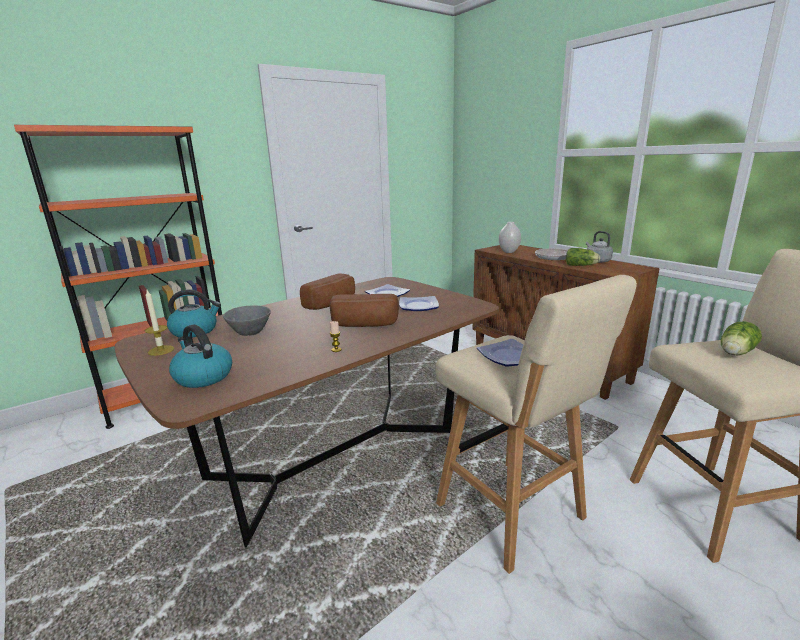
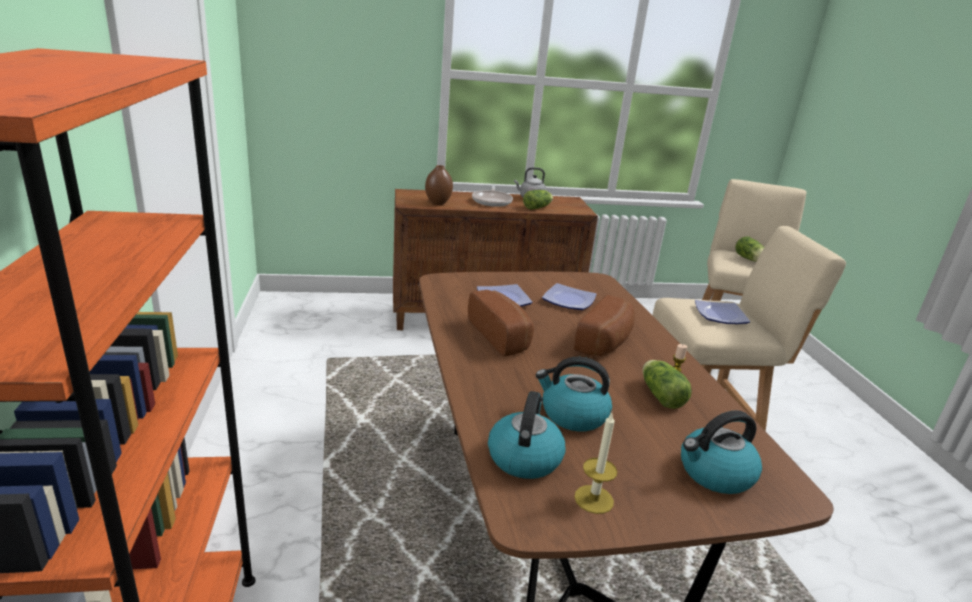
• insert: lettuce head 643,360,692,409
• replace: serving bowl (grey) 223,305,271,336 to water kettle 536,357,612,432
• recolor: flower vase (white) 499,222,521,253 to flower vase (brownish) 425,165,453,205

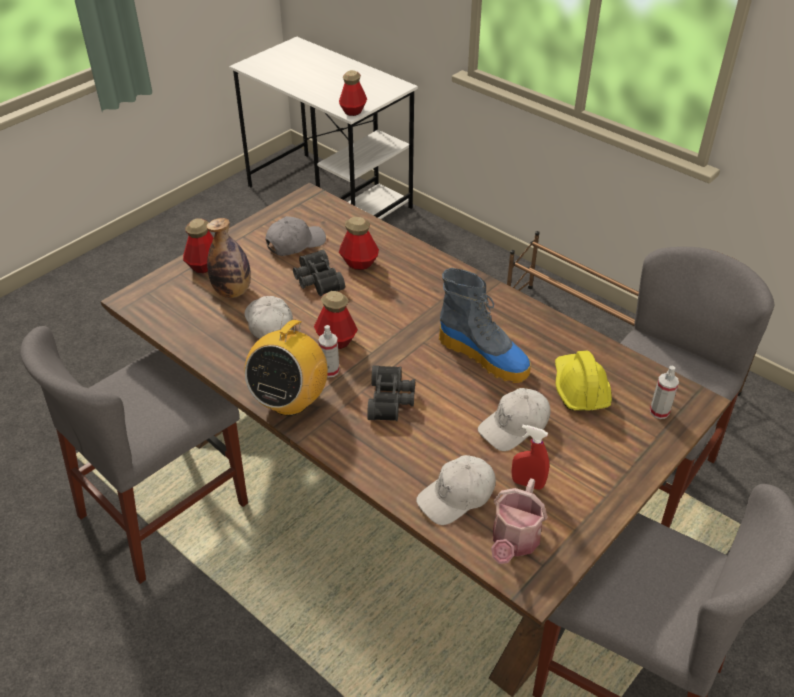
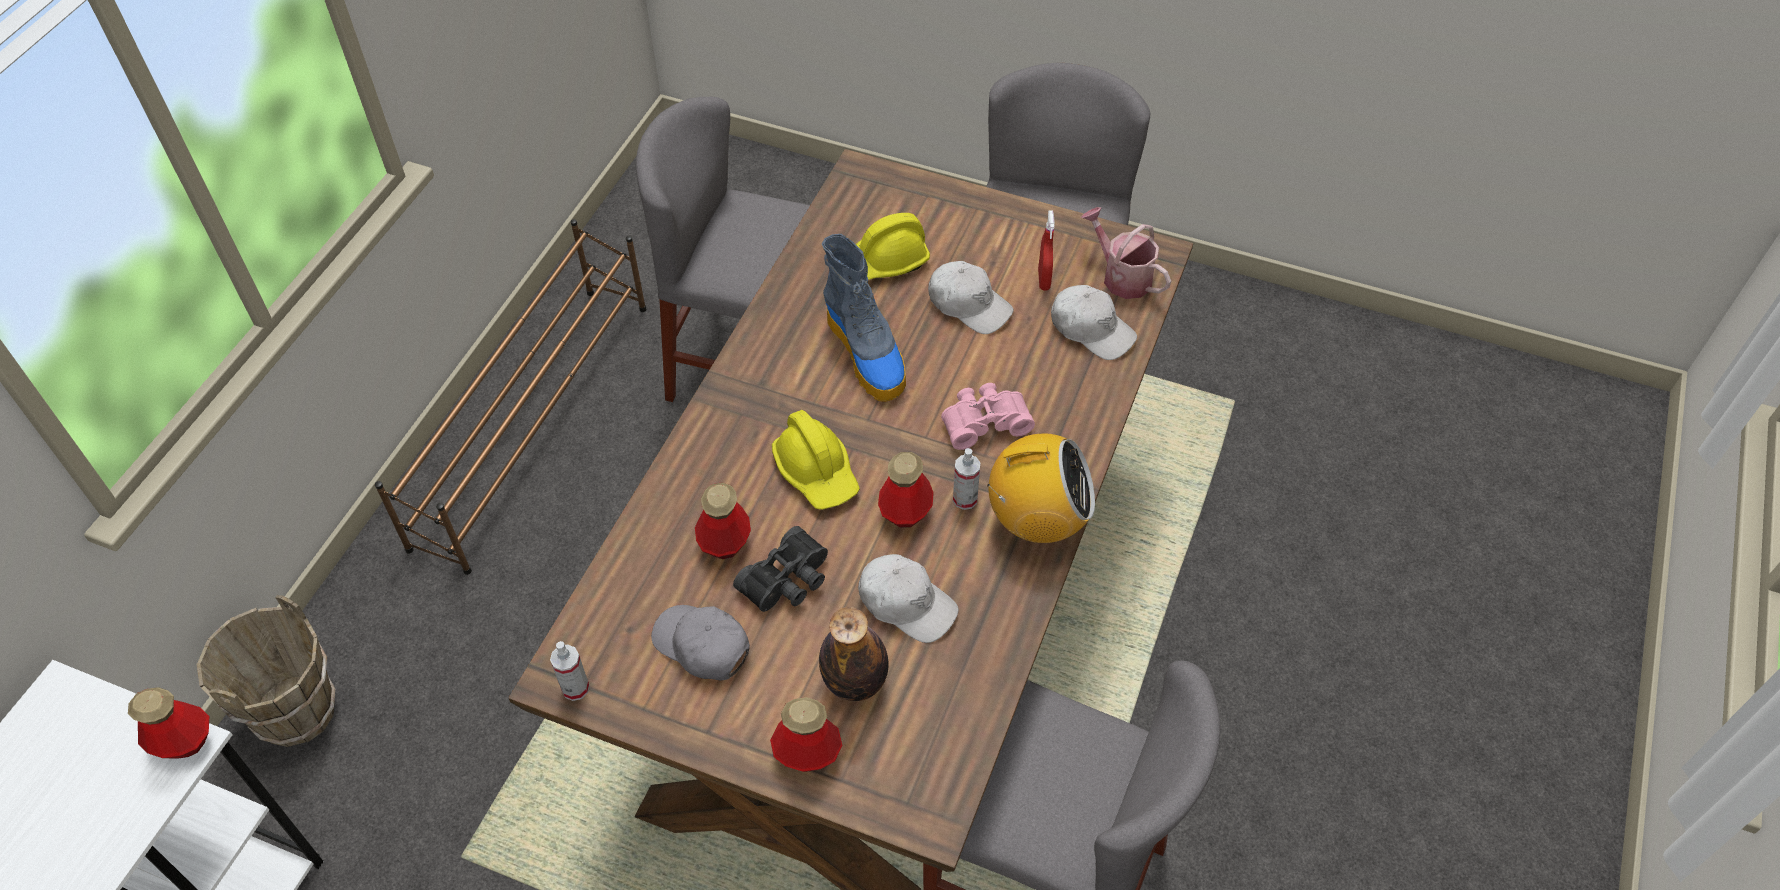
• insert: water bucket (brownish) 197,595,335,747
• insert: work helmet (yellow-coloured) 772,410,860,510
• move: sprayer 650,366,679,419 to 550,641,590,701
• recolor: field glasses (black) 367,365,415,421 to field glasses (pink-coloured) 941,383,1035,450
• rotate: cap (white) 244,296,293,339 = 858,554,959,643 105 degrees counterclockwise
• rotate: tall boot 439,268,531,383 = 822,234,906,402 135 degrees clockwise
• rotate: watering can 491,478,548,564 = 1081,207,1171,299 135 degrees counterclockwise

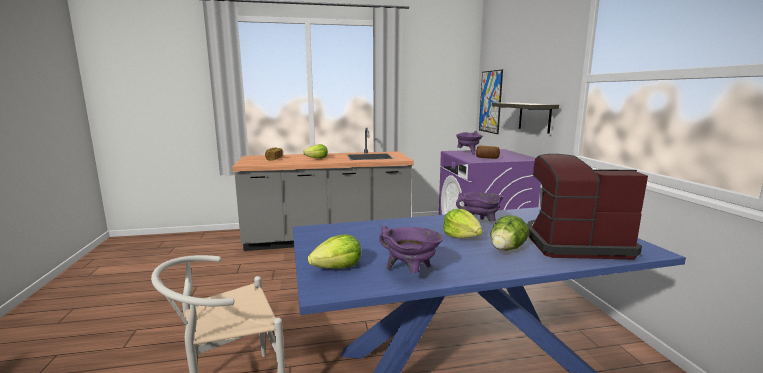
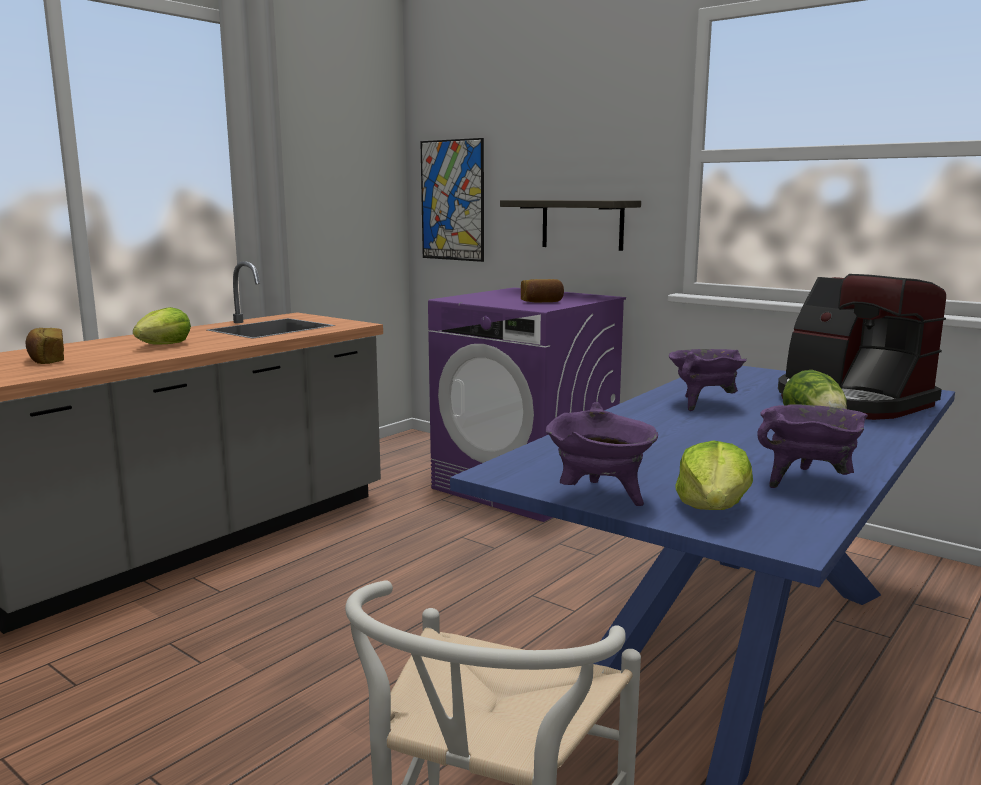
• delete: lettuce head 443,209,483,238
• move: saucepot (purple-coloured) 456,131,483,155 to 546,402,658,506
• rotate: coffee machine 527,154,648,260 = 778,274,946,420 90 degrees counterclockwise

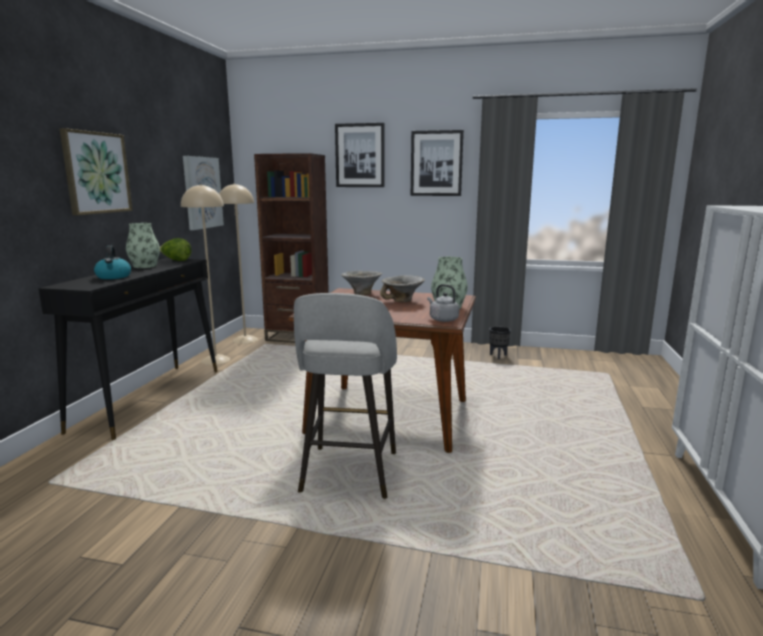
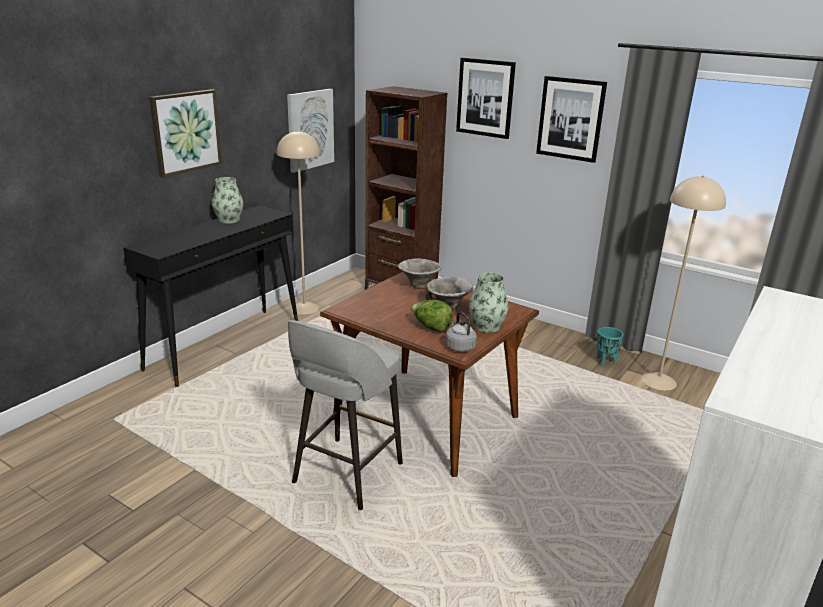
• delete: water kettle 94,245,131,279
• move: lettuce head 160,238,191,261 to 411,300,453,332
• move: standard lamp (sand-coloured) 219,183,258,344 to 641,176,726,391
• recolor: plant pot (black) 489,327,511,359 to plant pot (turquoise-coloured) 596,327,623,367

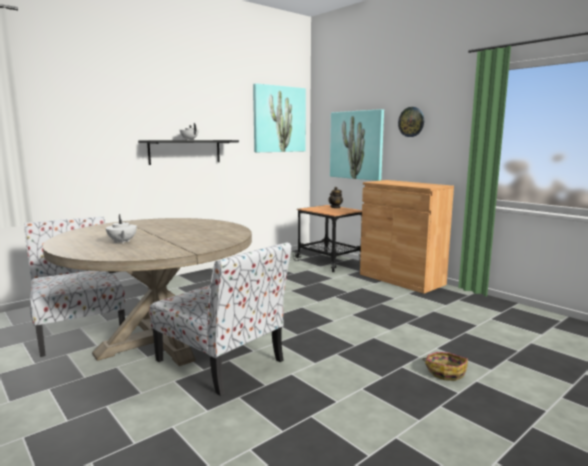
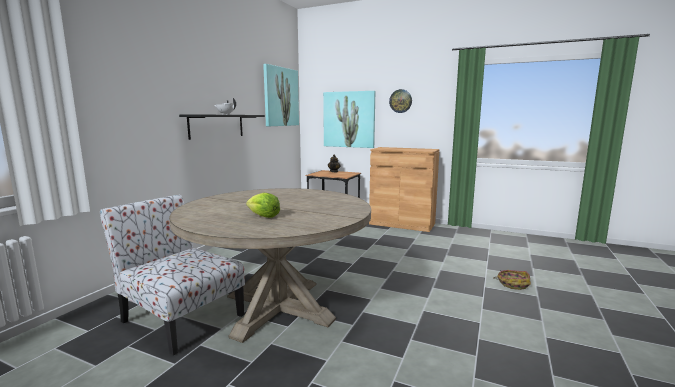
• delete: chair 149,242,292,396
• replace: tea pot (white) 106,214,137,244 to lettuce head 246,193,280,218

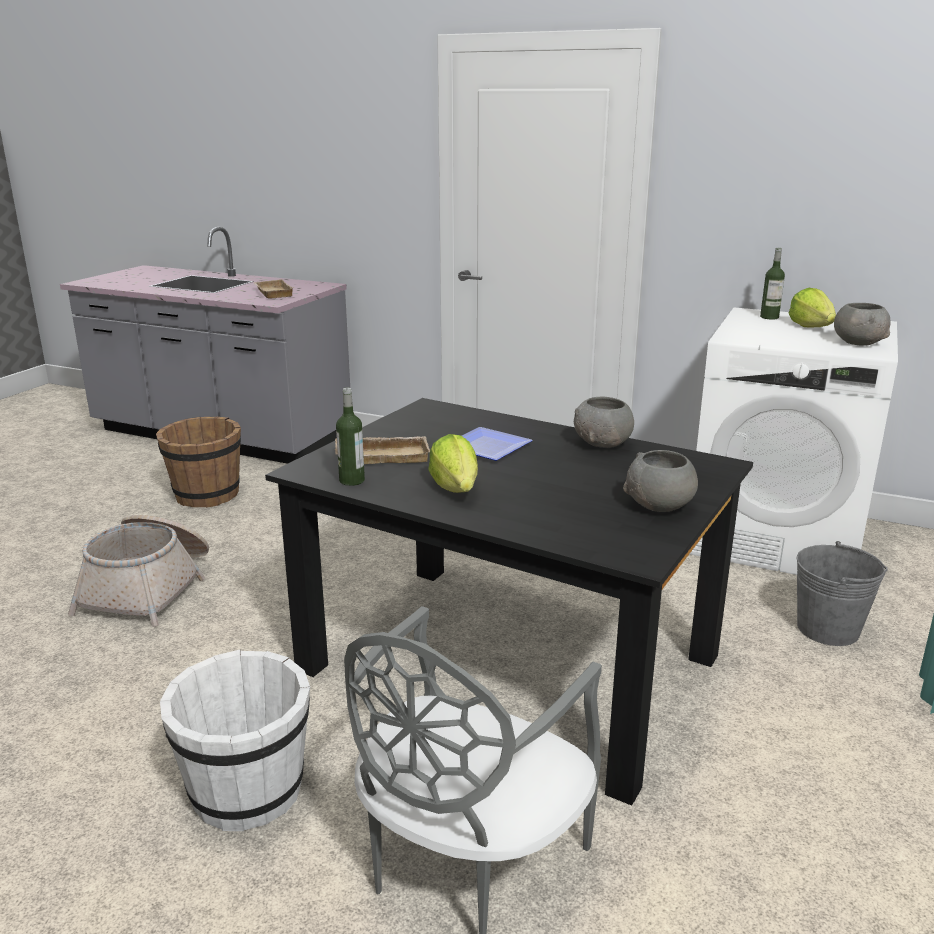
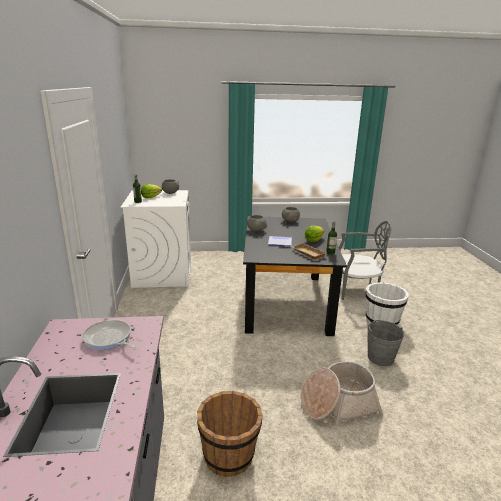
• move: water bucket (grey) 796,541,888,646 to 367,320,404,366
• replace: carrying tray (sand-coloured) 253,279,293,298 to skillet 82,320,138,350

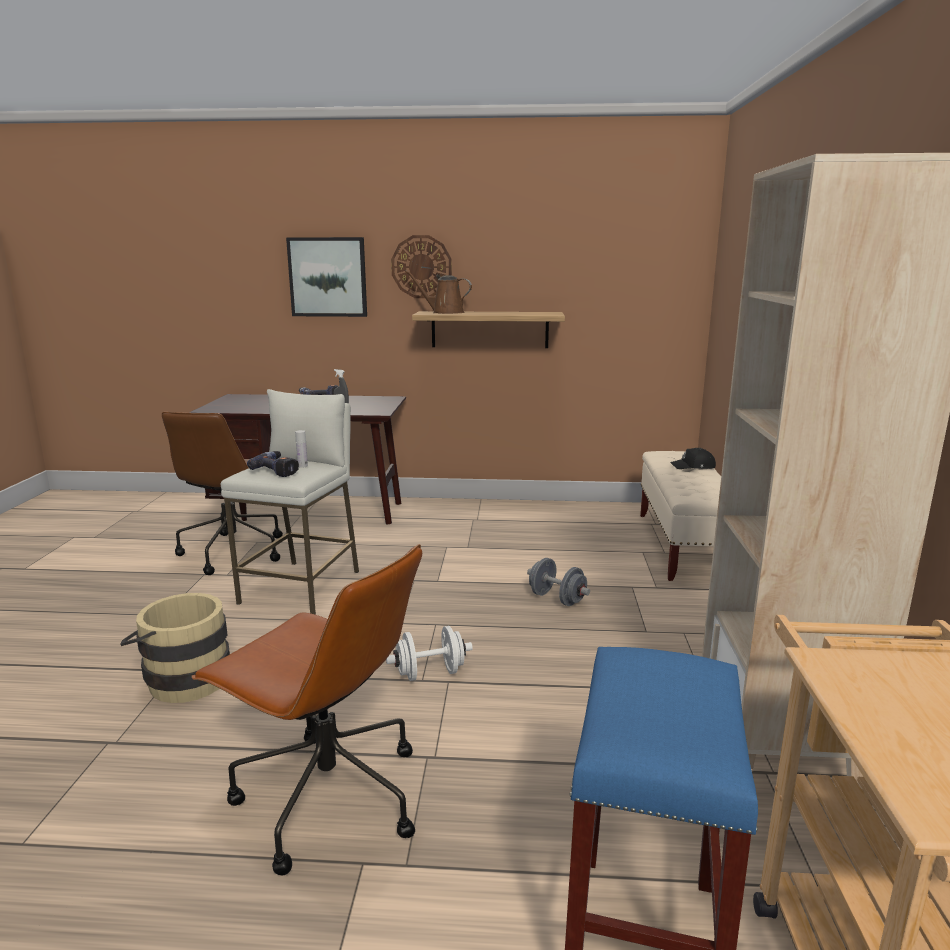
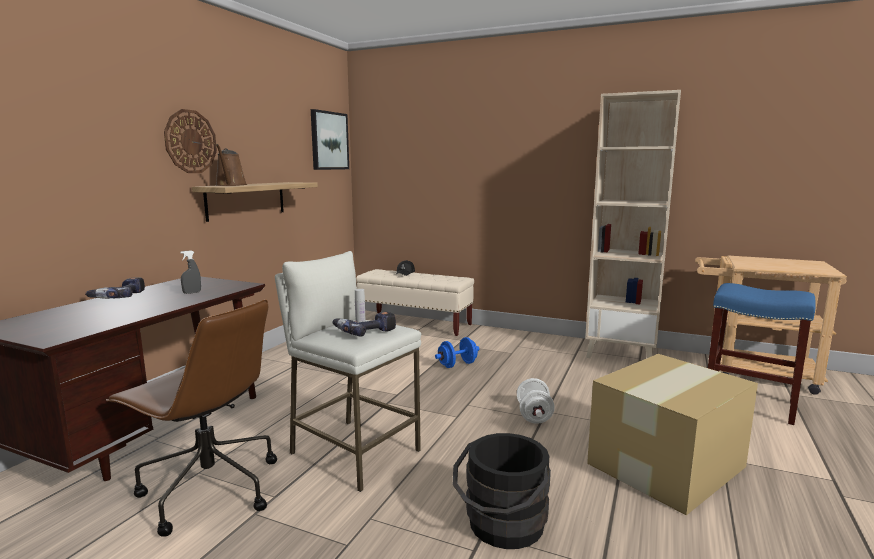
• move: picture 286,237,367,317 to 311,109,349,170
• replace: desk chair (brownish) 191,544,422,875 to packing box 587,354,758,515
• recolor: water bucket (sand-coloured) 120,593,230,703 to water bucket (black) 453,433,551,549
• recolor: dumbbell (grey) 527,558,590,606 to dumbbell (blue-coloured) 435,337,479,368
• rotate: watering can (brownish) 405,271,472,314 = 215,144,247,186 45 degrees counterclockwise

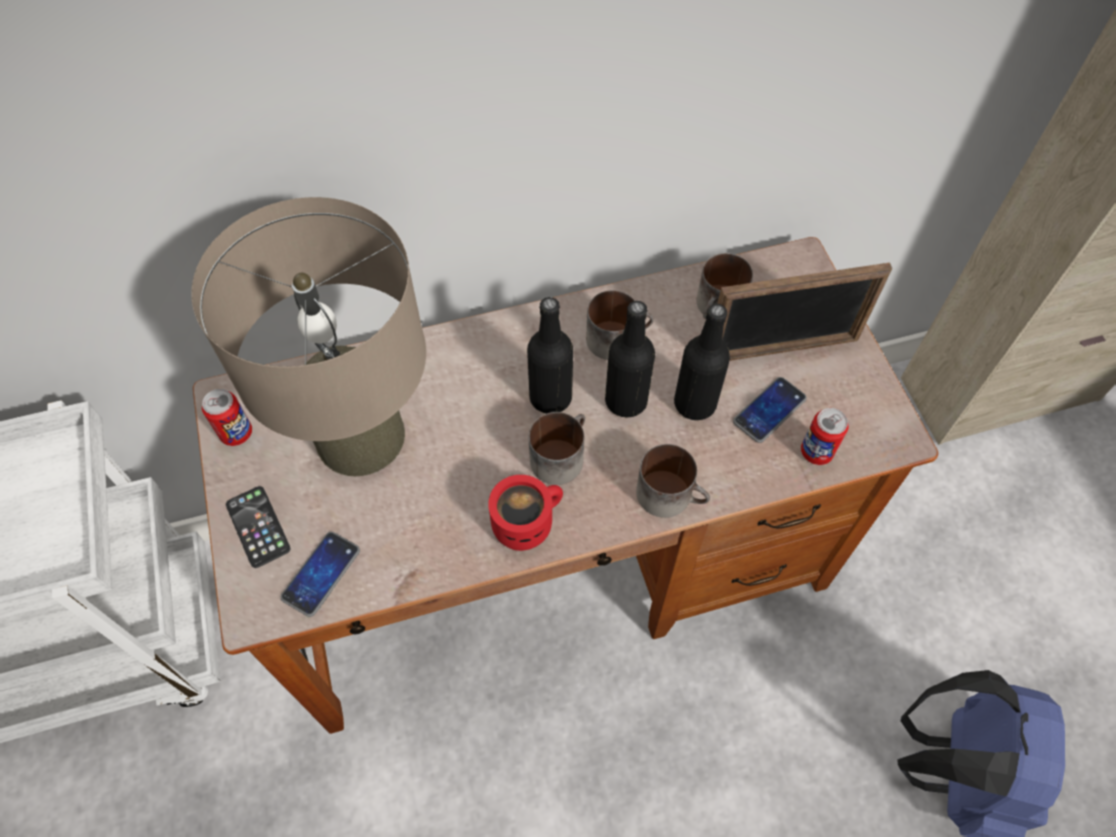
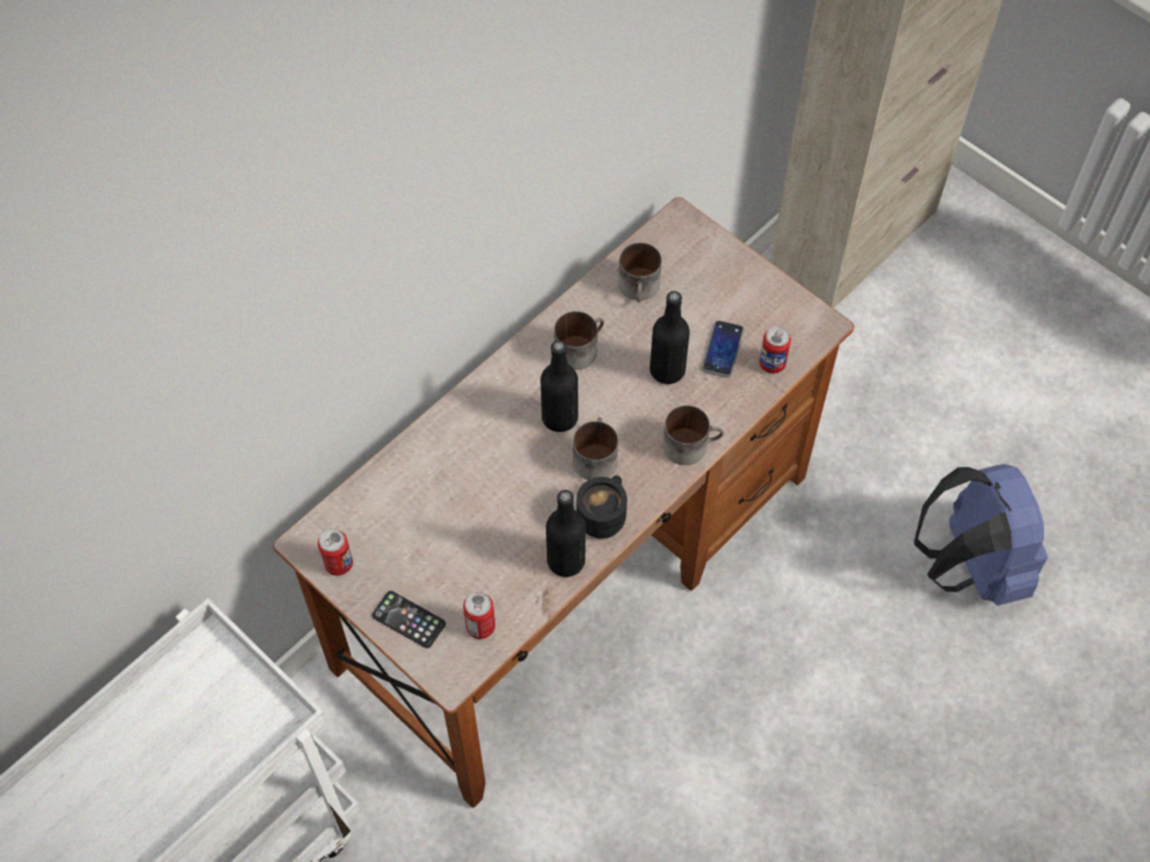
• delete: lamp for a table (sand-coloured) 191,197,426,476
• delete: picture frame 717,263,892,361
• move: beverage bottle (black) 605,301,655,418 to 546,490,586,577
• replace: handset 280,532,360,617 to can 463,592,495,639
• recolor: mug (reddish) 488,475,563,551 to mug (black) 576,476,627,539

